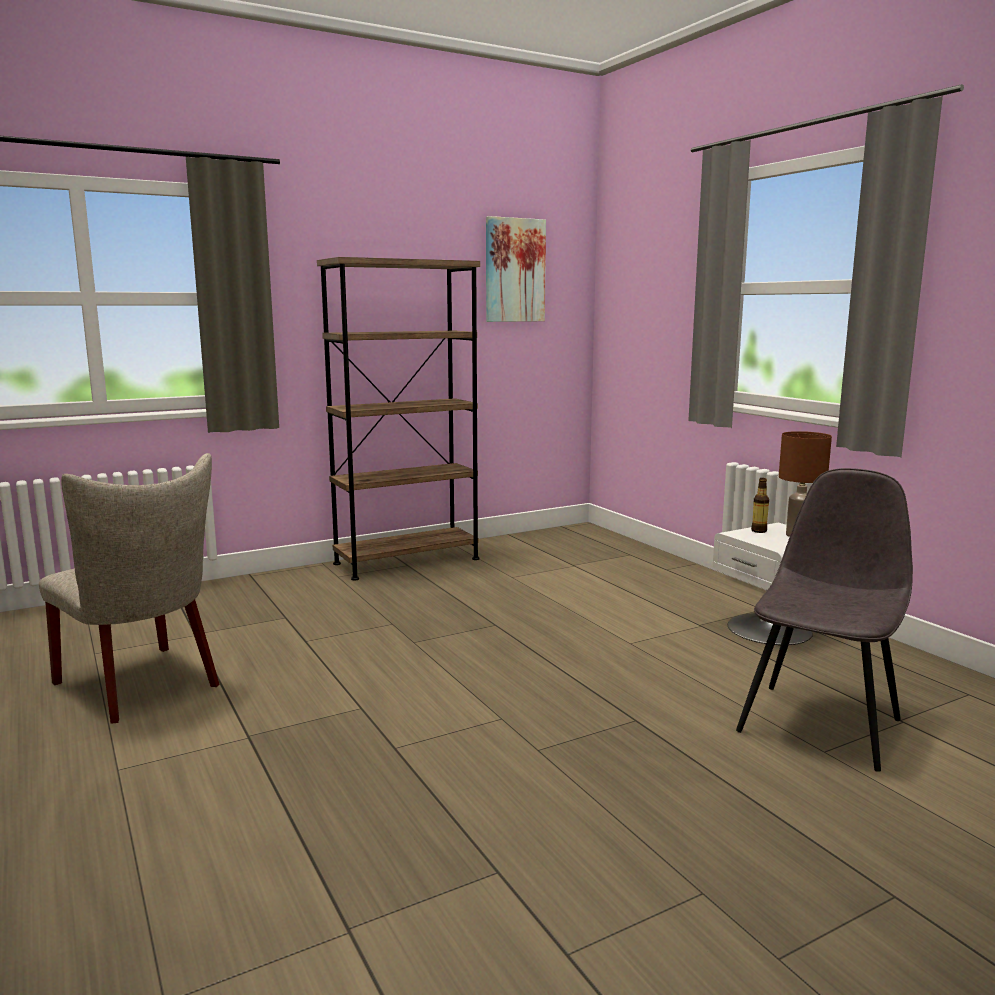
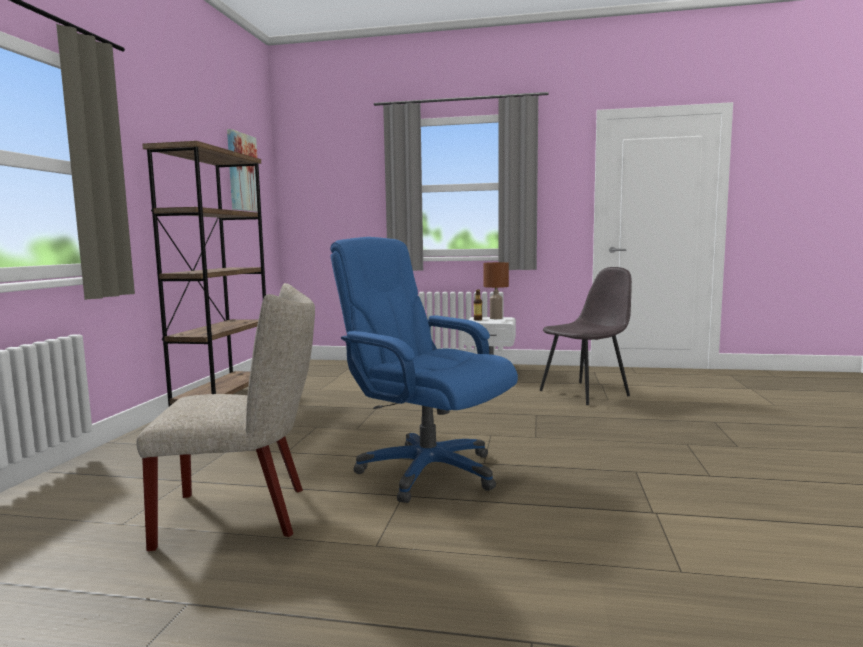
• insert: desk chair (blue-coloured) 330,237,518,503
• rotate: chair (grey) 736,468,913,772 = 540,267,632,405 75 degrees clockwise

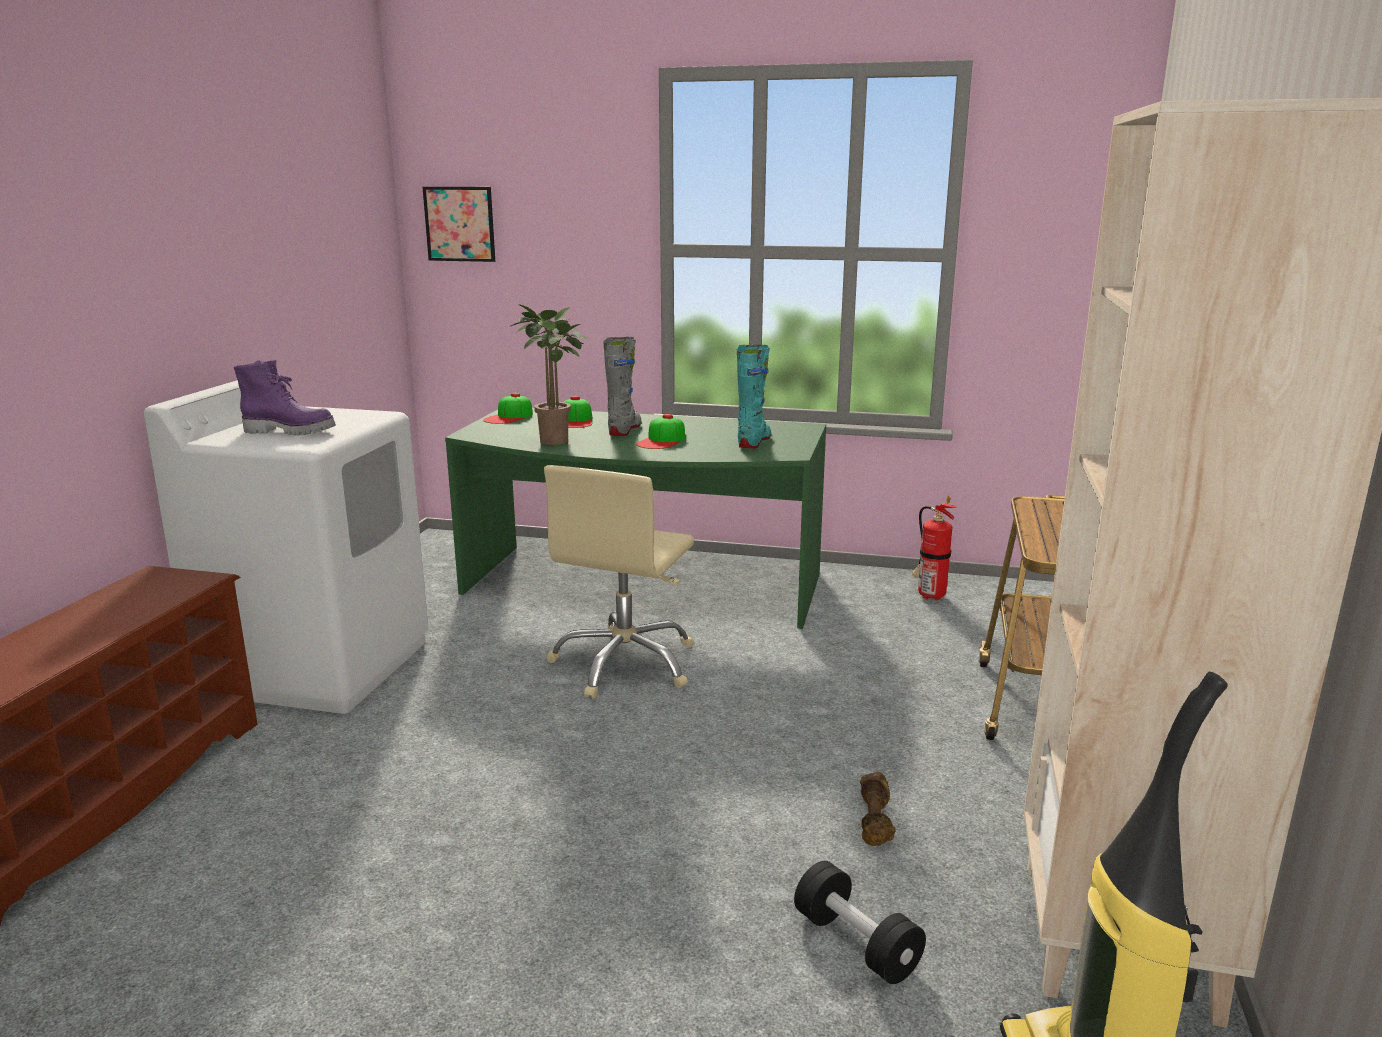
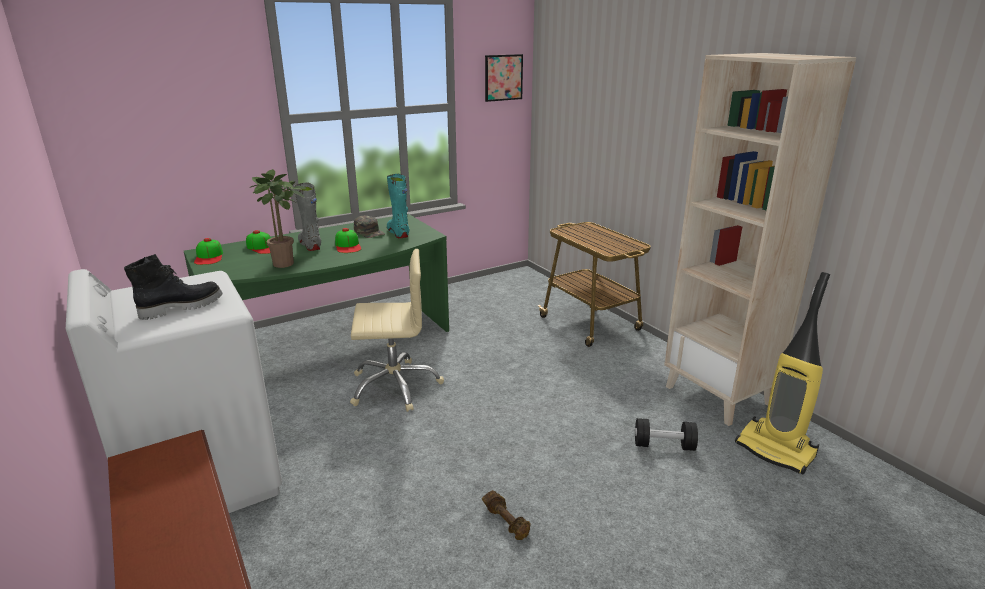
• delete: fire extinguisher 912,496,956,600
• insert: cap (green) 354,215,385,238
• move: picture 423,187,495,262 to 485,54,523,102
• move: dumbbell (brownish) 860,772,896,846 to 482,490,531,540
• recolor: tall boot (purple-coloured) 234,360,336,436 to tall boot (black) 124,254,222,320
• rotate: desk chair (sand-coloured) 544,465,694,699 = 350,249,444,412 75 degrees counterclockwise

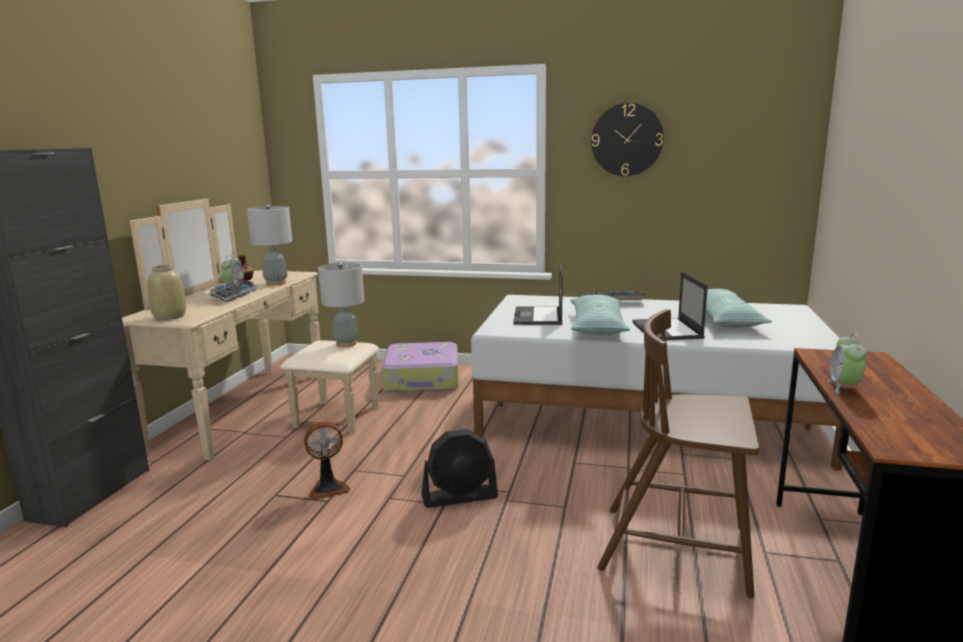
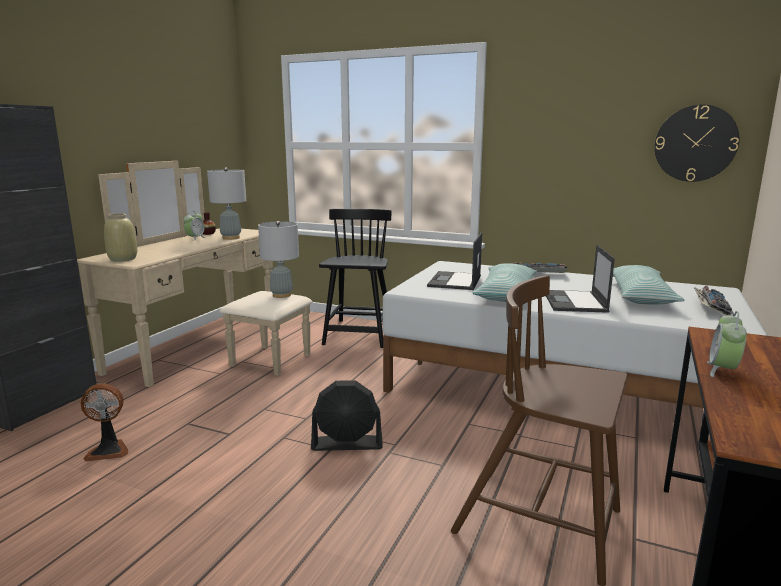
• move: keyboard 202,278,259,304 to 694,285,734,316
• move: electric fan 304,421,351,500 to 81,383,128,461
• move: clock on the wall 591,103,664,176 to 655,105,739,182
• replace: piece of luggage 382,342,459,392 to chair (black) 319,209,391,348

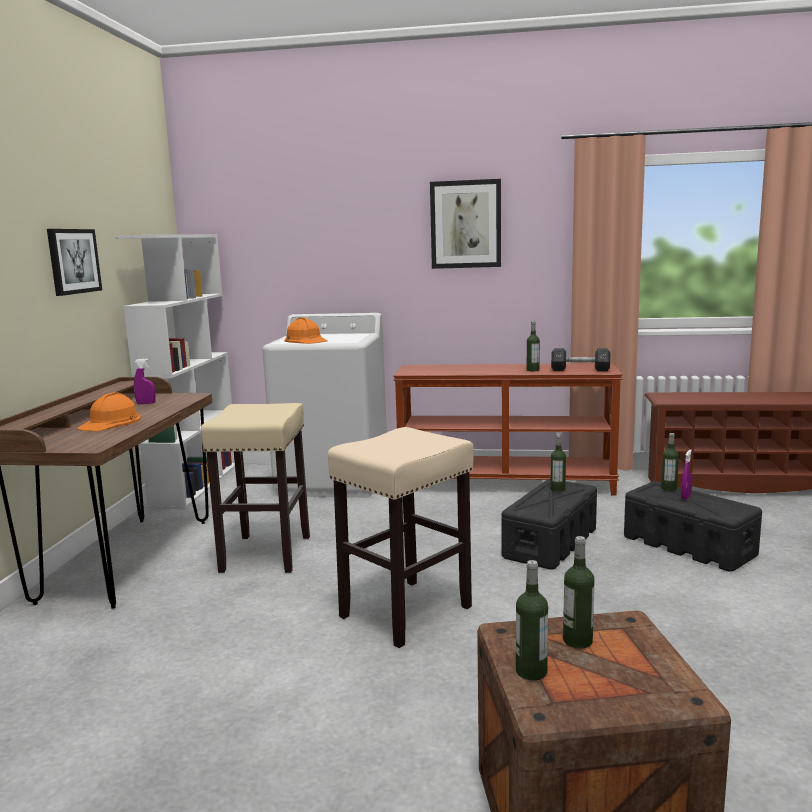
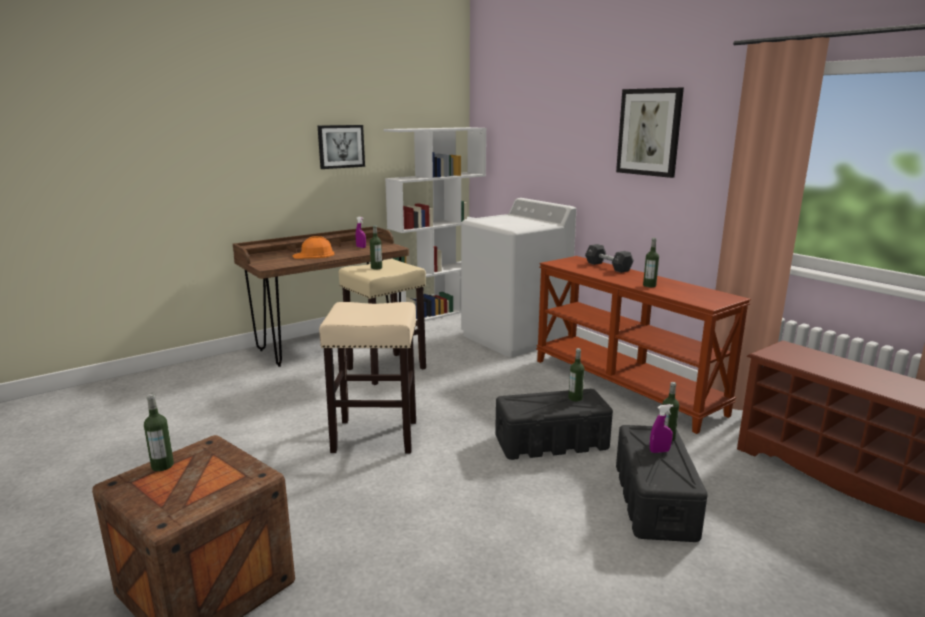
• delete: work helmet (orangey) 284,317,328,344
• move: dumbbell (black) 551,348,610,372 to 585,244,634,273
• move: beverage bottle 563,536,595,649 to 370,225,382,269

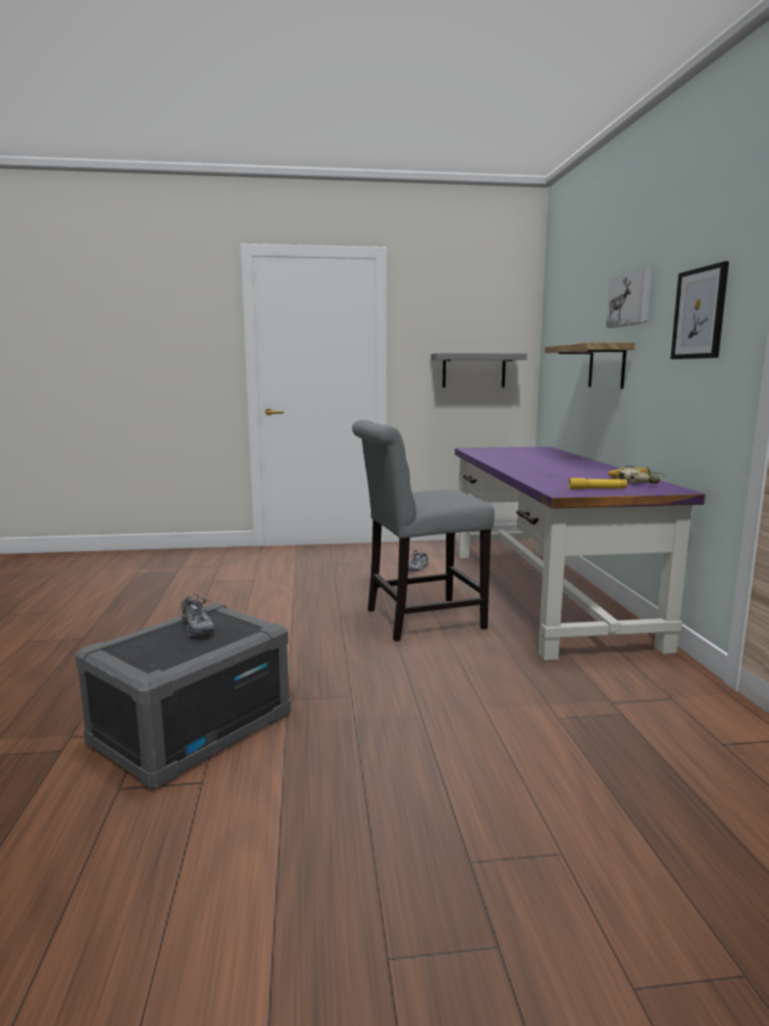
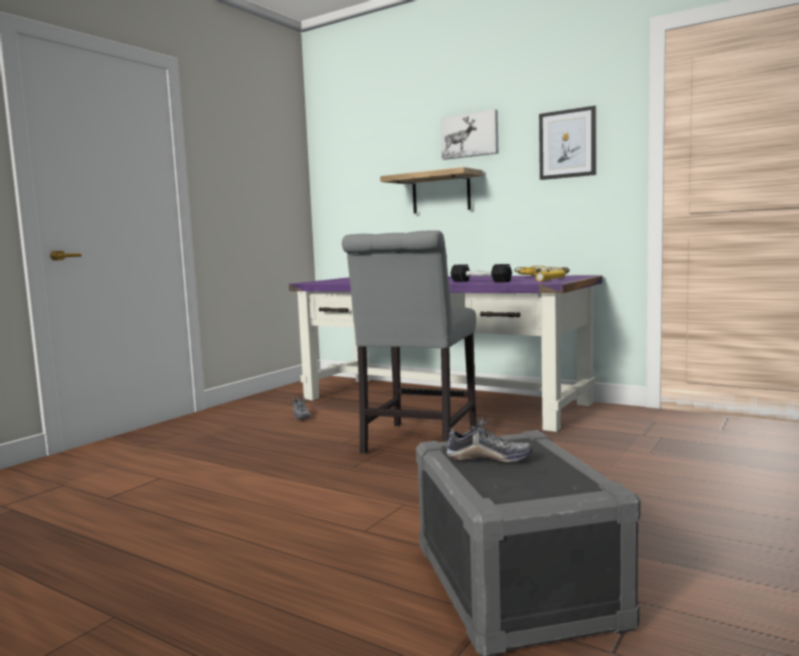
• delete: wall shelf (grey) 431,353,527,388
• insert: dumbbell (black) 450,264,512,282

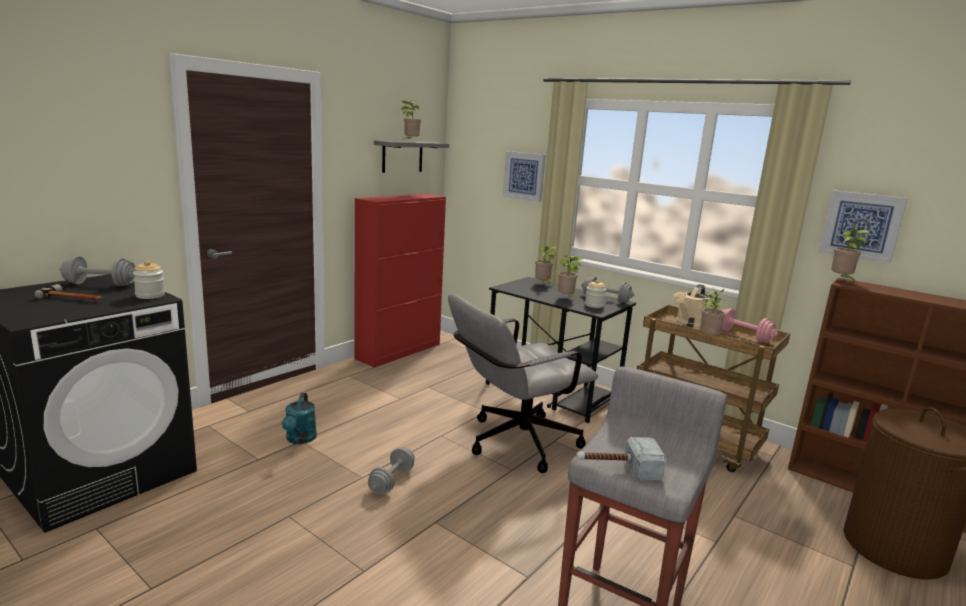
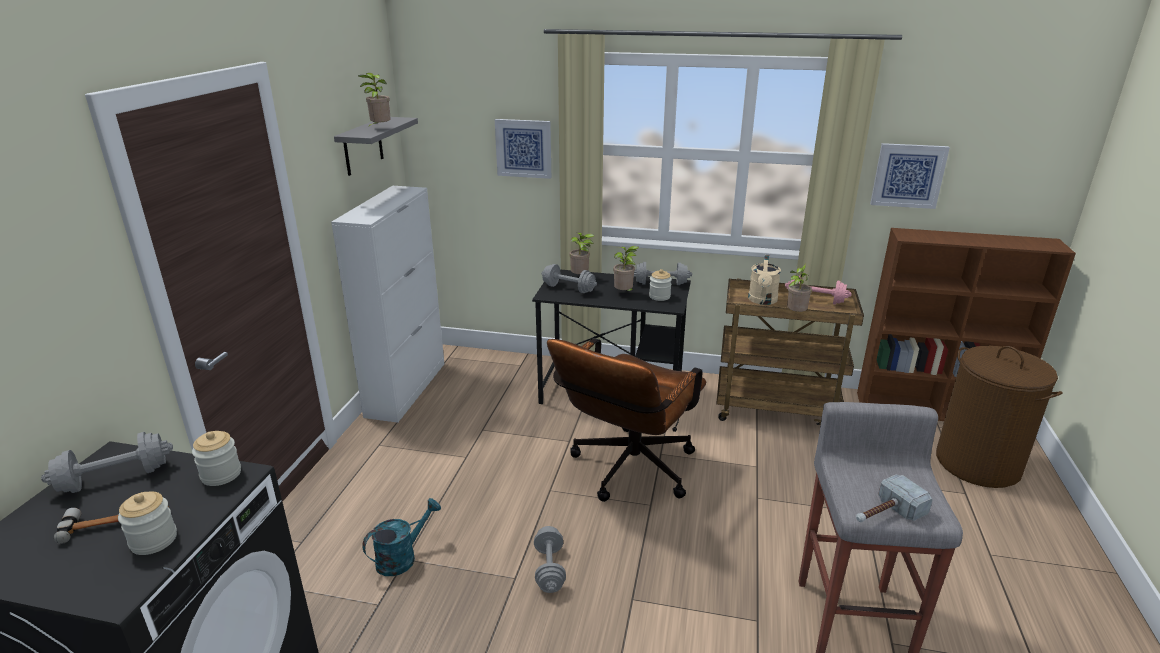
• delete: potted plant 831,227,869,282
• insert: preserve jar 118,491,177,555
• insert: dumbbell (grey) 542,264,597,293
• recolor: storage cabinet (reddish) 355,193,446,368 to storage cabinet (white) 331,186,444,423
• recolor: desk chair (grey) 448,294,598,473 to desk chair (brownish) 547,338,706,502
• rotate: watering can (turquoise-coloured) 282,393,317,444 = 362,498,441,576 105 degrees counterclockwise

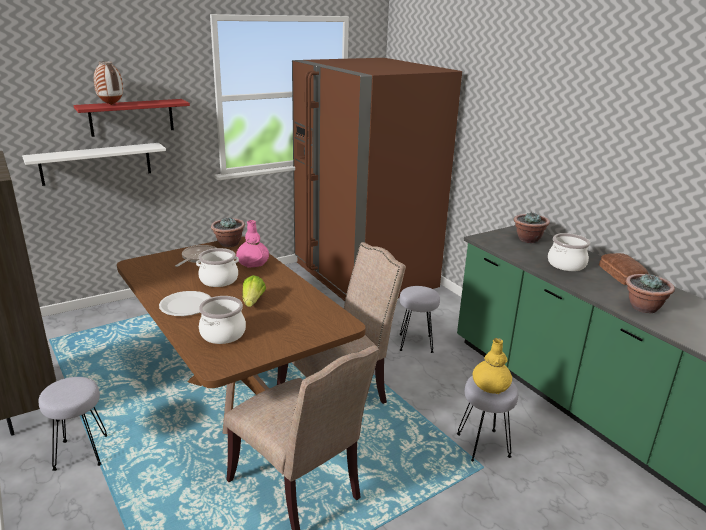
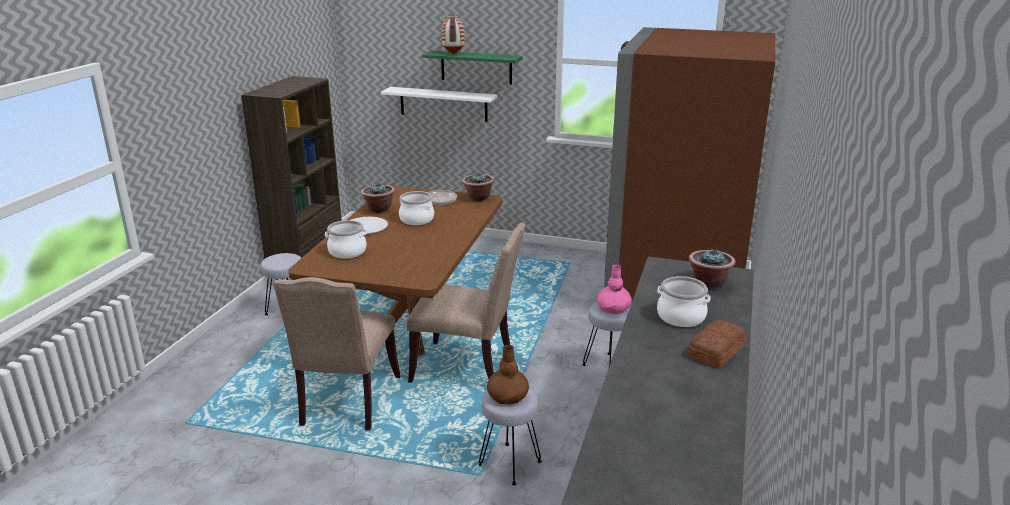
• delete: lettuce head 242,275,266,307
• move: flower vase (pink-coloured) 236,220,269,268 to 597,264,632,314
• move: potted plant 626,274,675,313 to 361,182,395,213
• recolor: wall shelf (reddish) 73,99,190,137 to wall shelf (green) 422,50,523,85
• recolor: flower vase (yellow-coloured) 473,338,512,394 to flower vase (brownish) 487,344,529,404

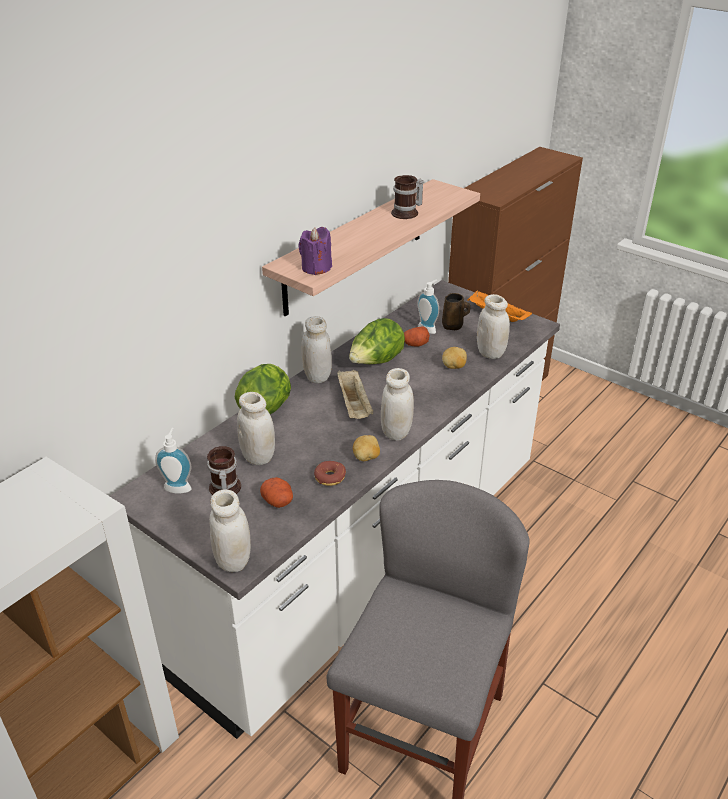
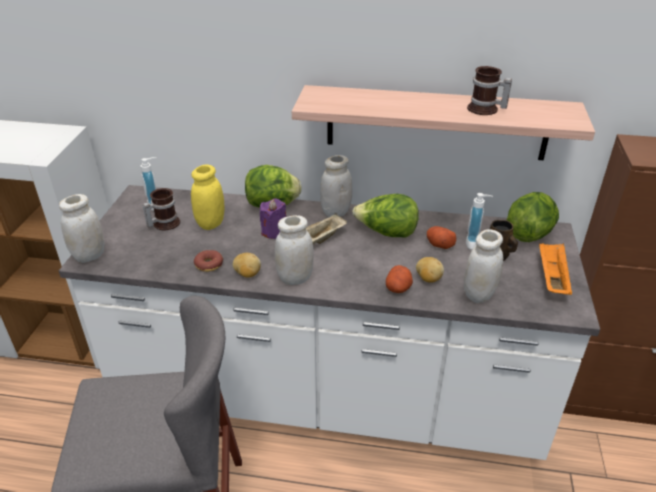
• insert: lettuce head 507,192,559,242
• move: whole potato 260,477,293,508 to 386,265,413,293
• move: wax candle (purple-coloured) 298,227,332,275 to 260,198,286,239
• recolor: preserve jar (white) 237,392,275,465 to preserve jar (yellow-coloured) 191,165,224,230

